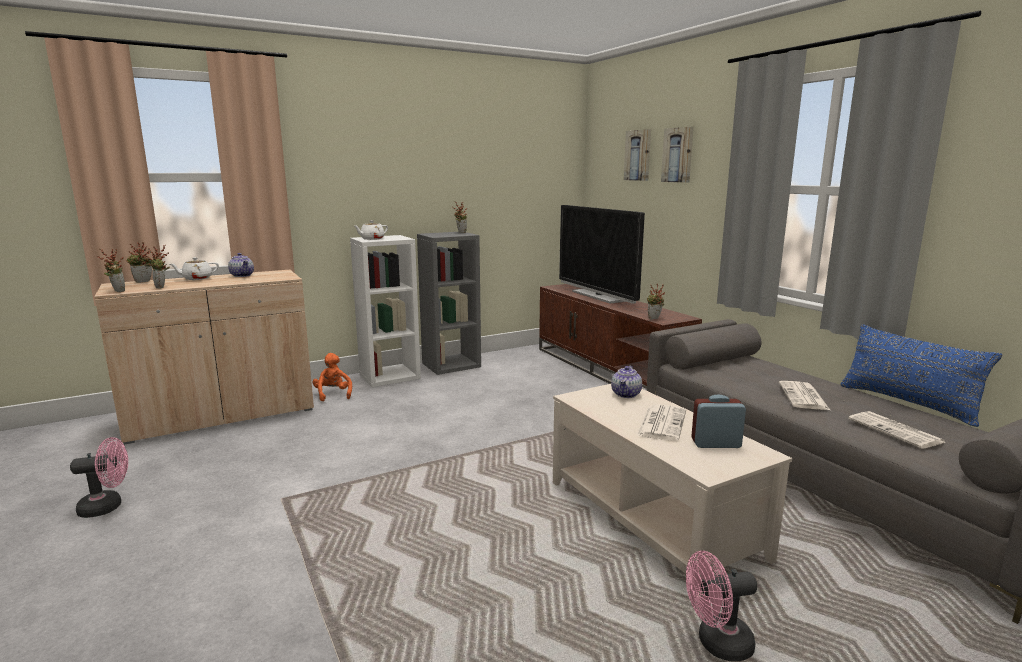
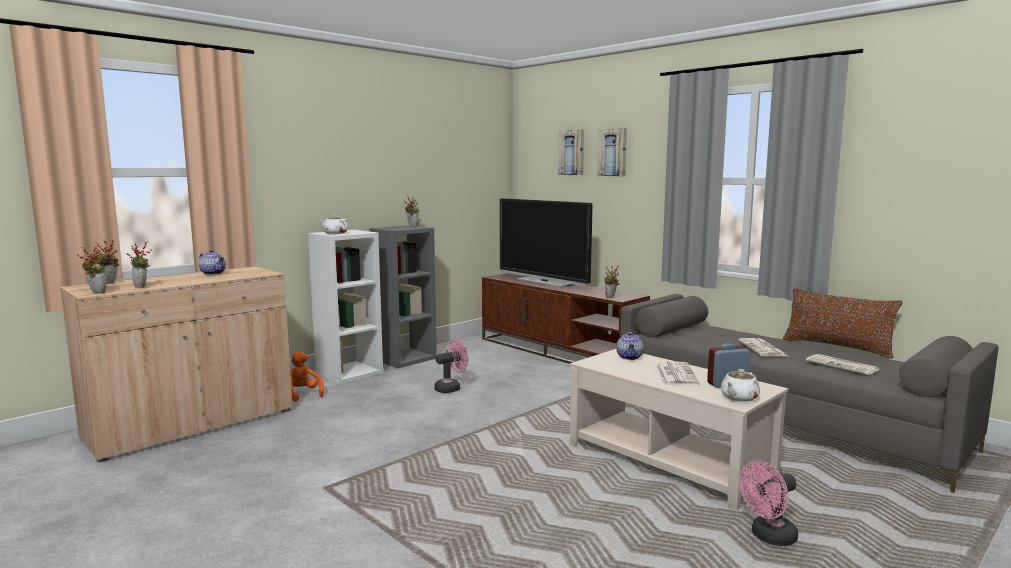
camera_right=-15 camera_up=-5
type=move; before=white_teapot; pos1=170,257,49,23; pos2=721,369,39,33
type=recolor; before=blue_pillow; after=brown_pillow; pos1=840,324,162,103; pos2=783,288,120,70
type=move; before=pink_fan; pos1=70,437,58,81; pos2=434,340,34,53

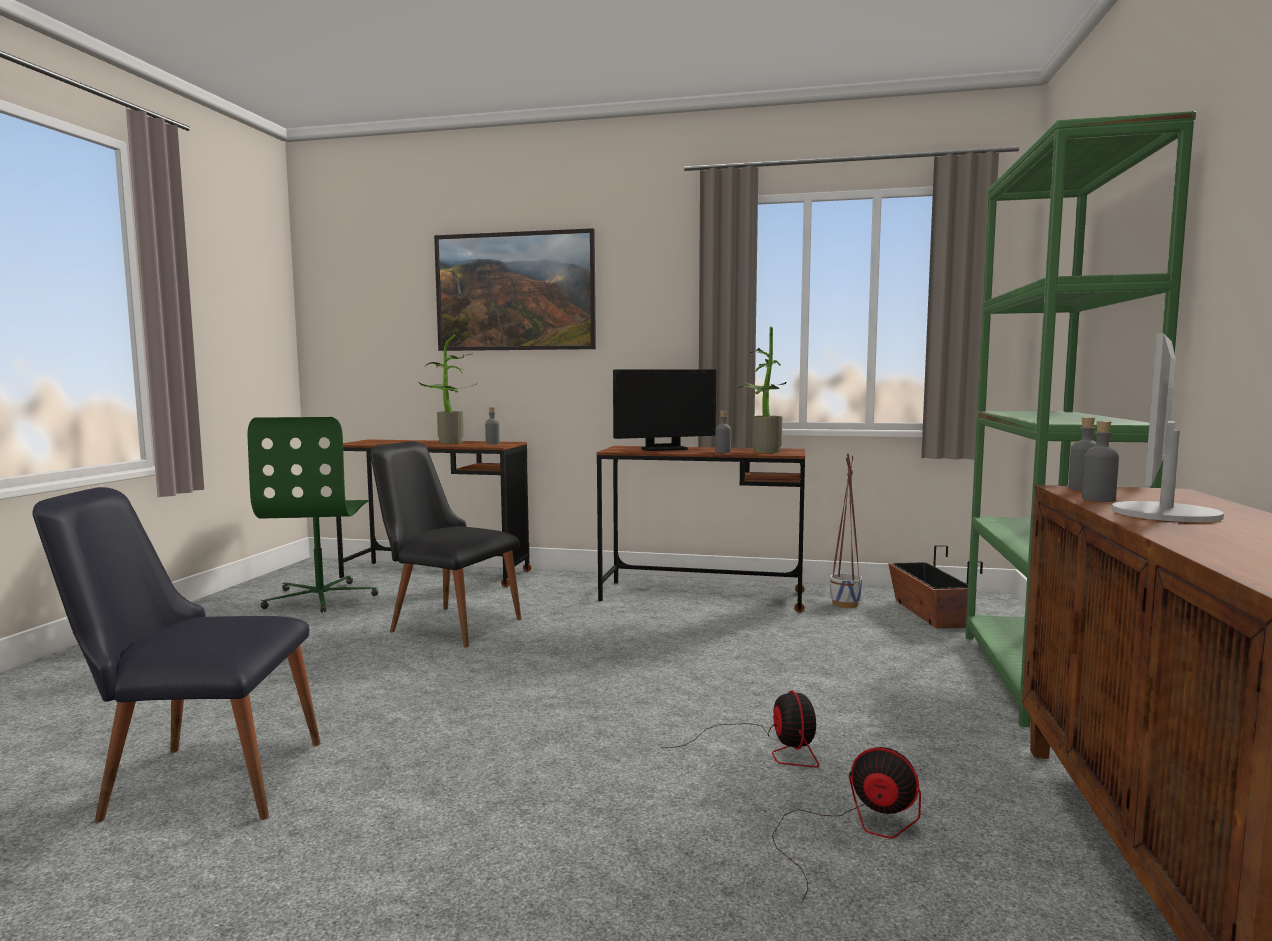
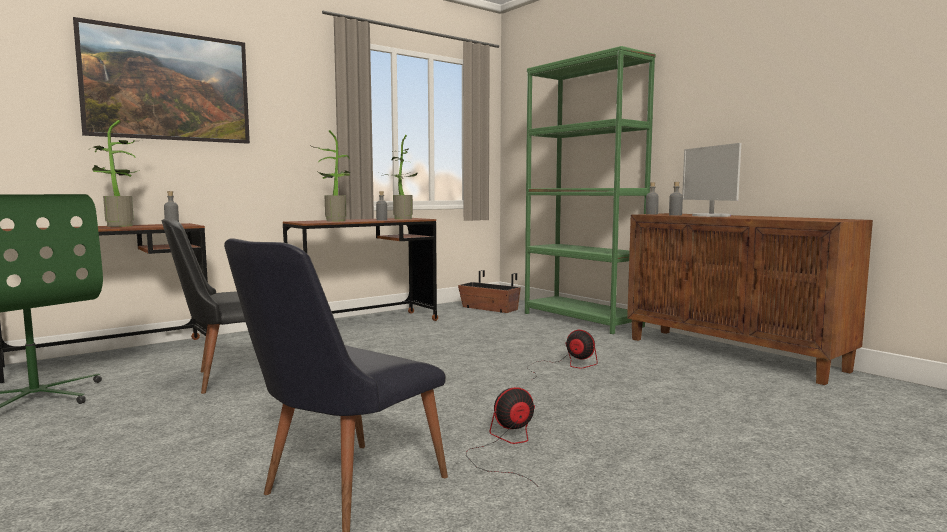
camera_right=-50 camera_up=0
type=replace; before=monitor; after=potted_plant; pos1=613,369,103,82; pos2=311,130,40,91
type=delete; before=planter; pos1=830,454,32,154
type=move; before=fan; pos1=772,747,149,156; pos2=466,387,70,98

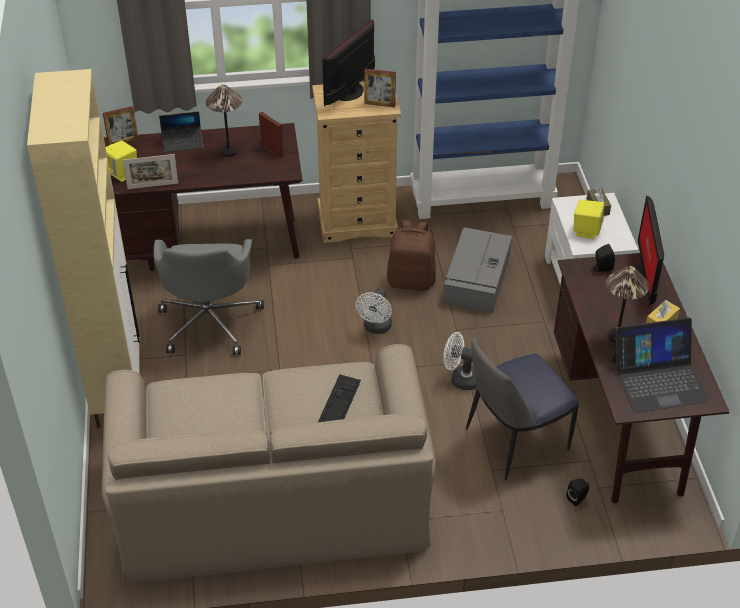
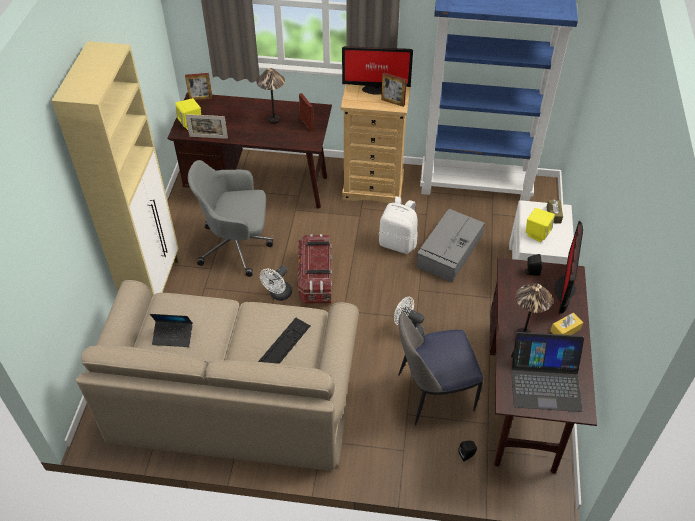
camera_right=15 camera_up=5
type=rotate; before=monitor; pos1=322,19,53,87; pos2=342,46,71,49; turn=-135
type=move; before=laptop; pos1=159,111,44,41; pos2=150,314,43,33
type=recolor; before=brown_backpack; after=white_backpack; pos1=387,220,49,71; pos2=379,196,39,58
type=rotate; before=grey_office_chair; pos1=154,239,110,116; pos2=188,160,85,117; turn=75
type=move; before=white_fan; pos1=355,288,37,46; pos2=260,265,32,36
type=insert; after=storage_box; pos2=297,234,35,70

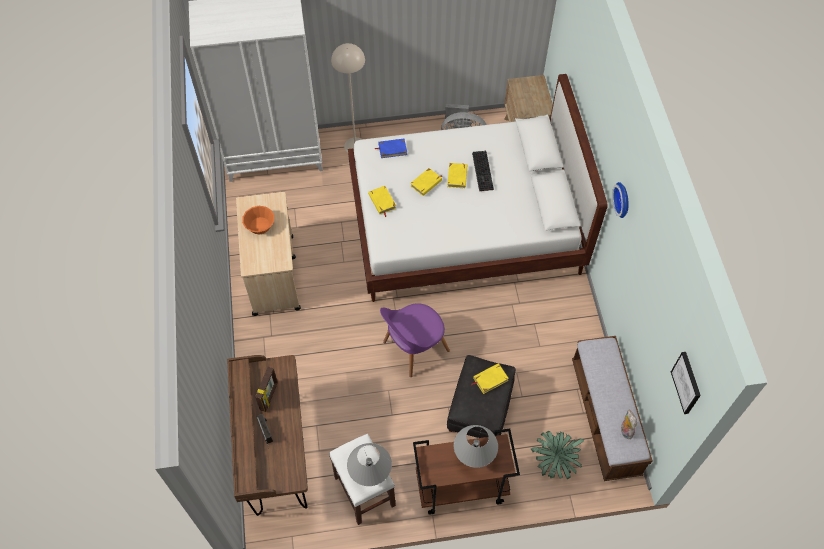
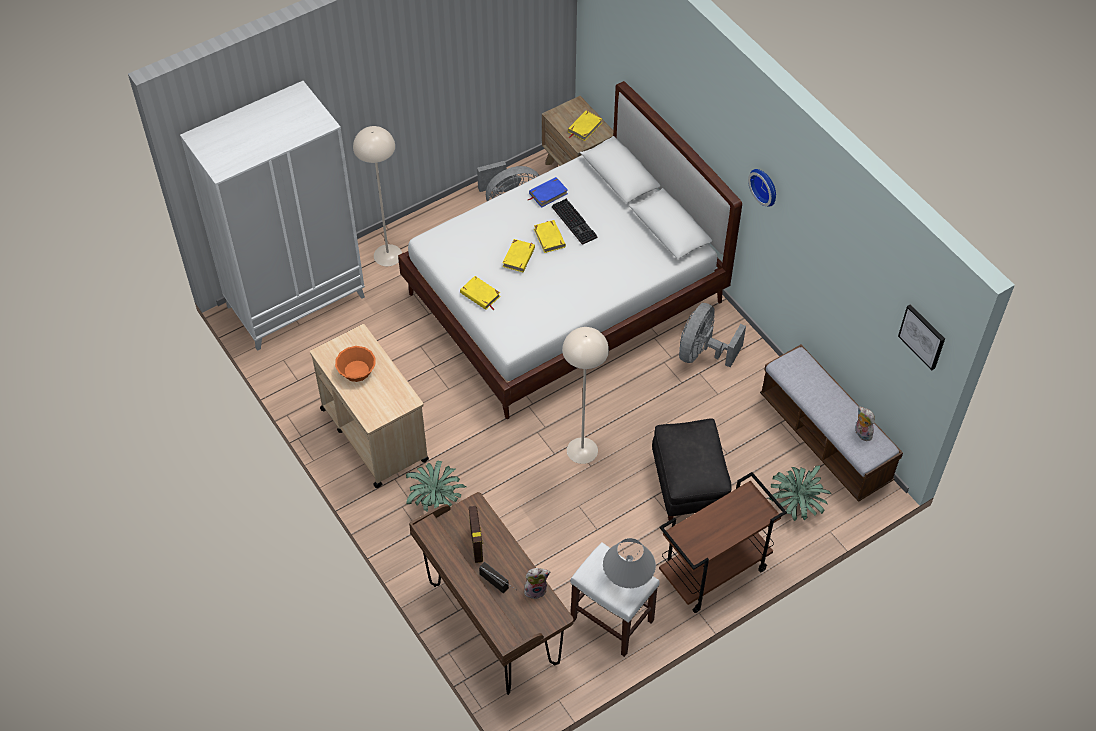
camera_right=-25 camera_up=-5
type=move; before=blue_book; pos1=375,139,32,19; pos2=527,177,41,31
type=replace; before=purple_chair; after=beige_floor_lamp; pos1=380,303,70,74; pos2=562,327,47,137
type=move; before=yellow_book; pos1=472,363,37,31; pos2=568,111,34,30
type=delete; before=grey_table_lamp; pos1=454,425,44,43
type=insert; after=grey_fan; pos2=679,303,67,65
type=insert; after=potted_plant; pos2=406,460,60,52
type=insert; after=plush_toy; pos2=524,568,27,31

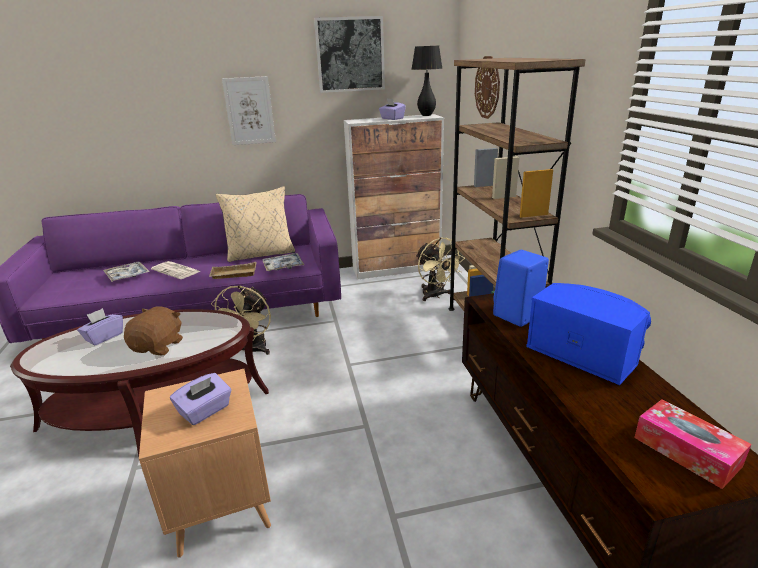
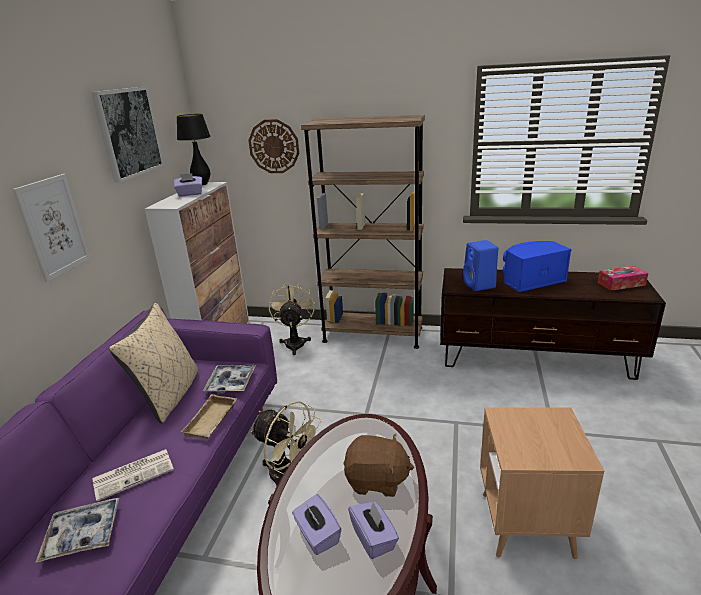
camera_right=-65 camera_up=0
type=rotate; before=beige_fan; pos1=416,237,49,64; pos2=269,283,46,72; turn=-90
type=rotate; before=brown_plush_toy; pos1=124,306,59,50; pos2=343,434,71,63; turn=150
type=move; before=purple_tissue_box; pos1=170,373,61,52; pos2=348,501,51,58

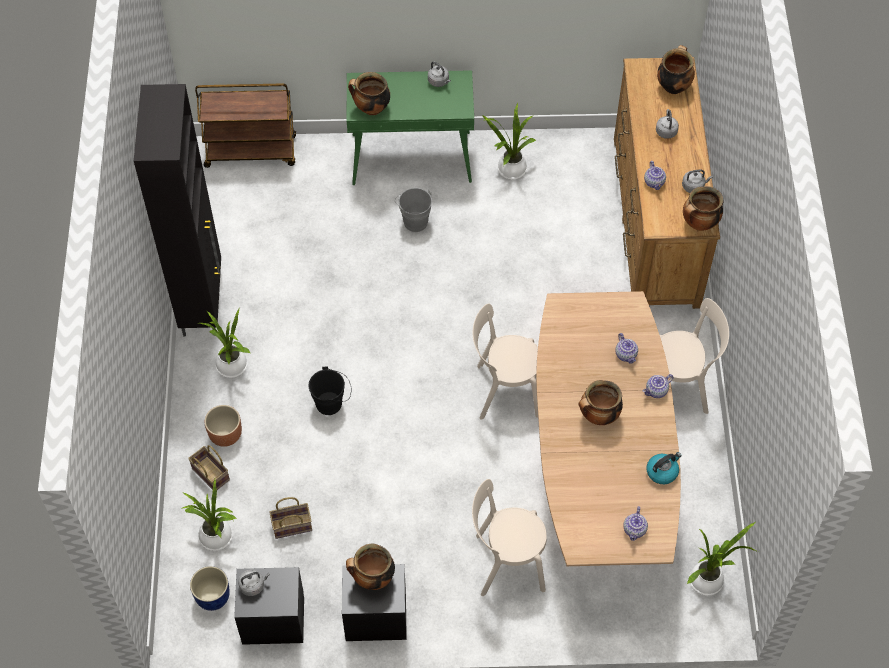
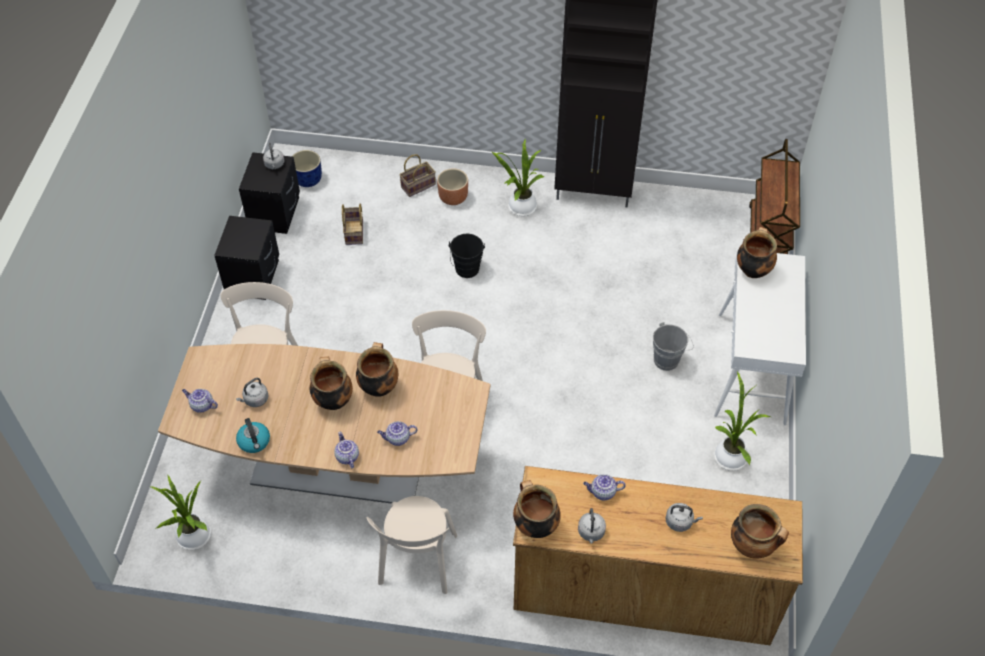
camera_right=100 camera_up=-5
type=move; before=grey_kettle; pos1=428,62,23,25; pos2=236,378,32,29
type=recolor; before=green_console_table; after=white_console_table; pos1=346,70,128,115; pos2=714,252,92,173
type=delete; before=potted_plant; pos1=181,479,56,72
type=move; before=cooking_pot; pos1=346,544,49,46; pos2=356,342,42,55

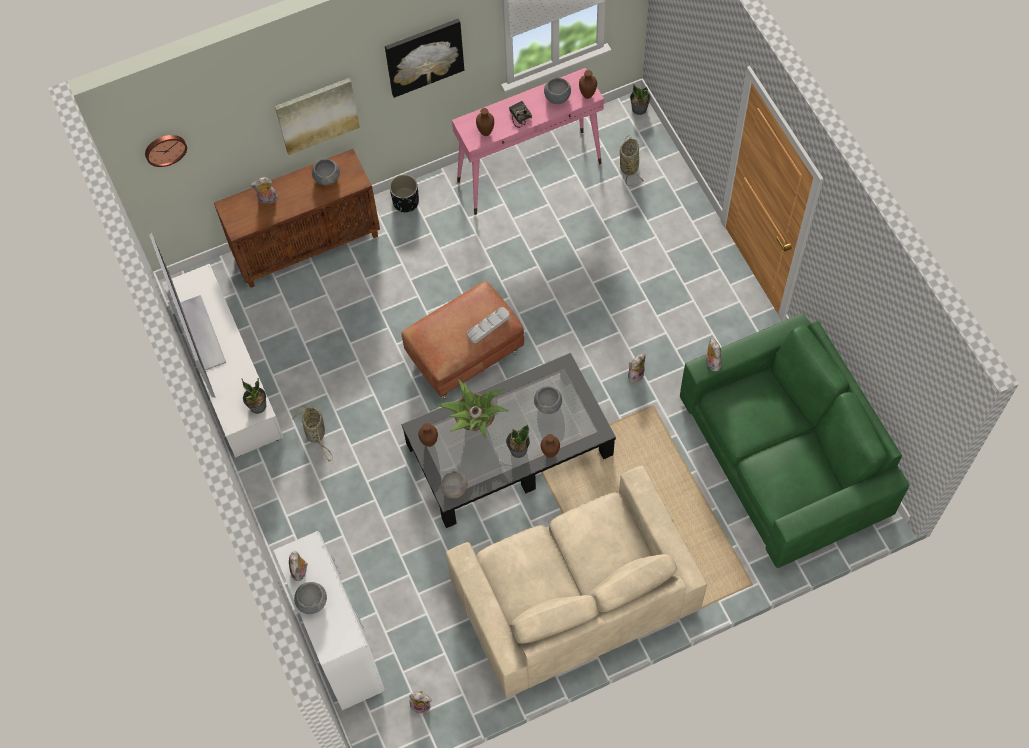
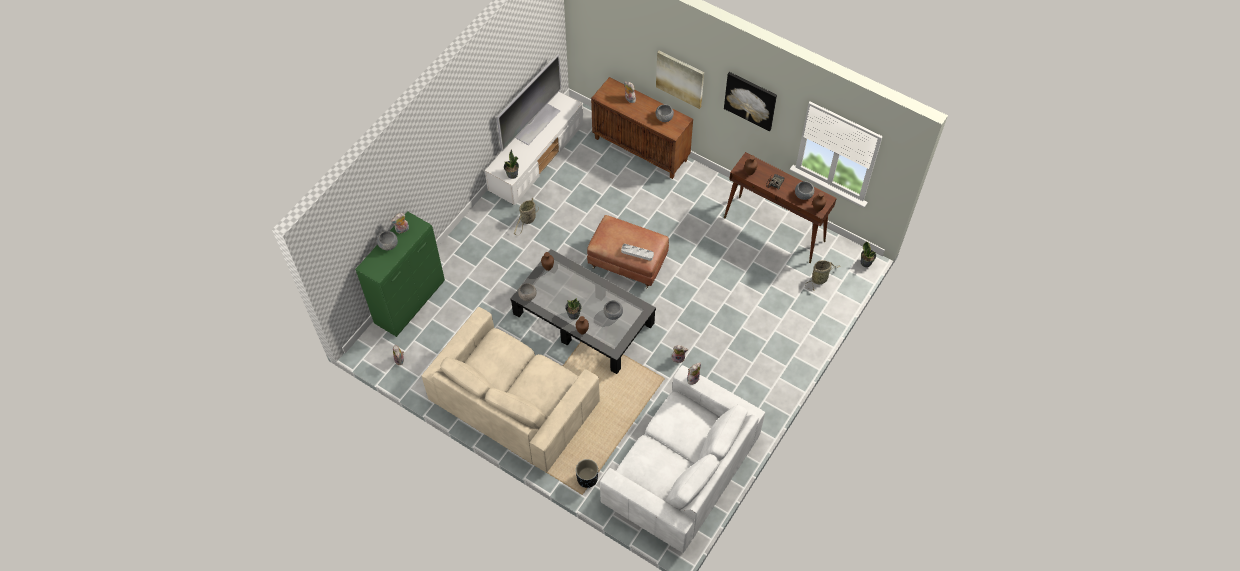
camera_right=55 camera_up=-5
type=recolor; before=pink_console_table; after=brown_console_table; pos1=452,68,152,147; pos2=724,152,113,111
type=delete; before=wall_clock; pos1=145,135,42,32
type=move; before=black_planter; pos1=389,175,30,37; pos2=576,459,22,29
type=recolor; before=green_sofa; after=white_sofa; pos1=680,313,229,255; pos2=600,365,165,188
type=delete; before=potted_plant; pos1=435,379,74,59
type=recolor; before=white_cabinet; after=green_cabinet; pos1=273,531,112,179; pos2=355,211,90,126

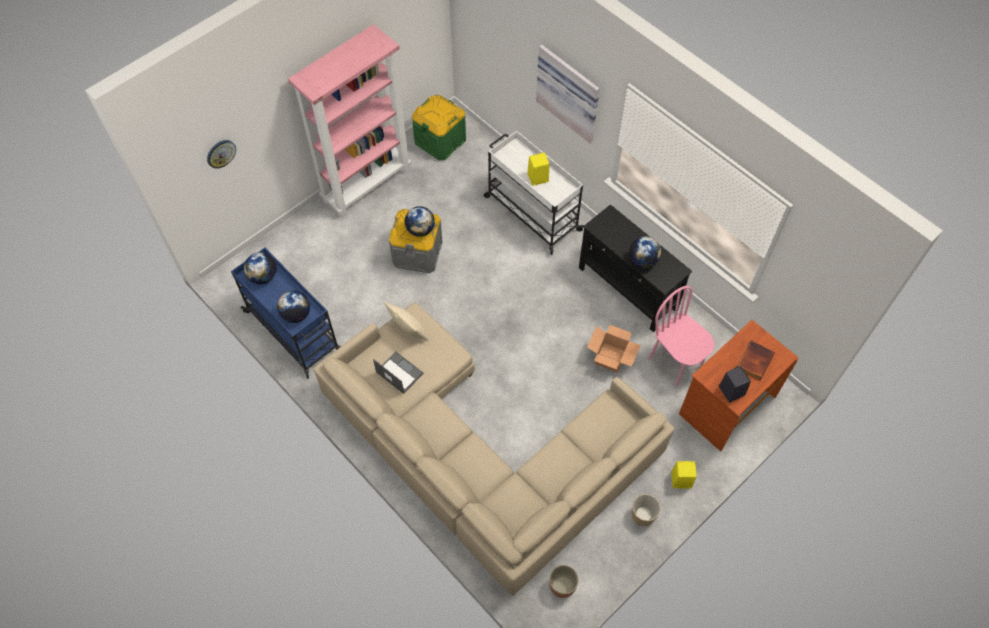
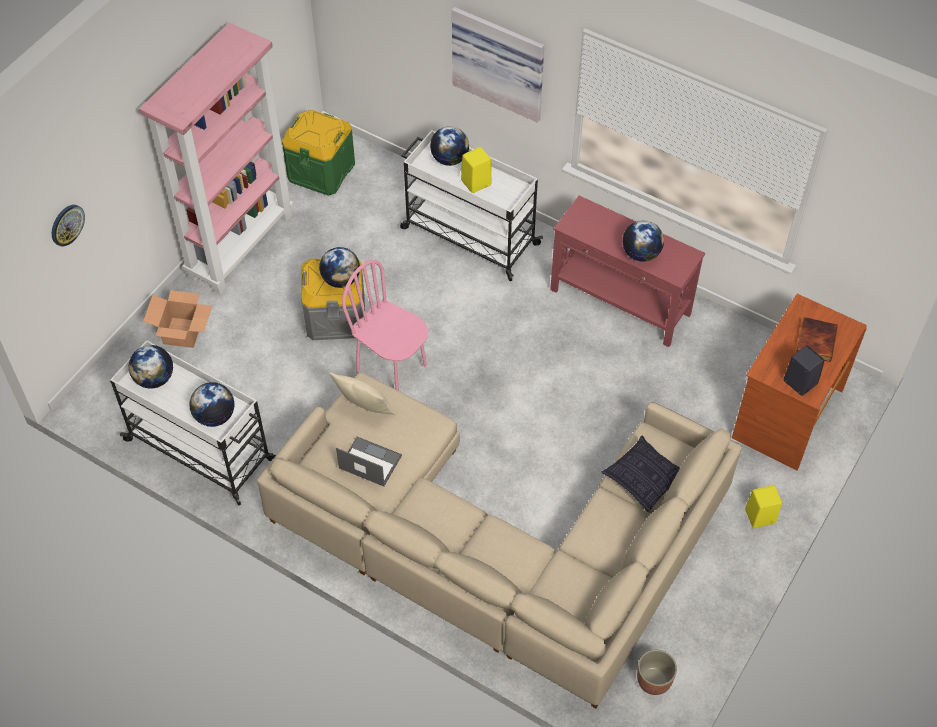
camera_right=-15 camera_up=-5
type=recolor; before=black_console_table; after=red_console_table; pos1=579,204,113,128; pos2=550,196,155,151
type=recolor; before=blue_cart; after=white_cart; pos1=231,248,110,131; pos2=110,340,166,165
type=move; before=pink_chair; pos1=648,286,67,101; pos2=342,260,86,131
type=move; before=cardboard_box; pos1=587,325,54,48; pos2=143,290,69,58
type=delete; before=planter; pos1=632,494,29,32
type=insert; after=globe; pos2=430,126,39,40
type=insert; after=pillow; pos2=602,436,78,76

